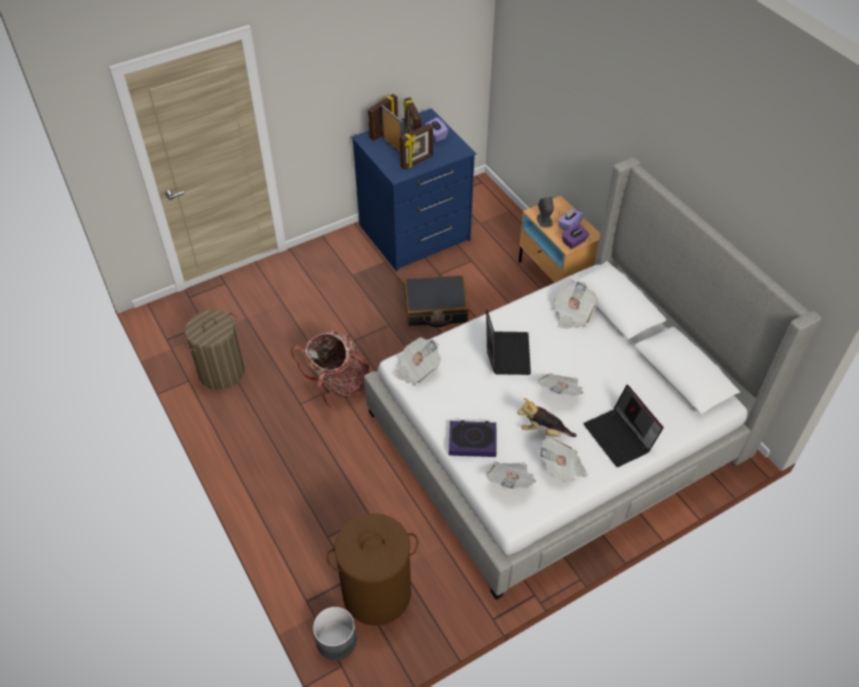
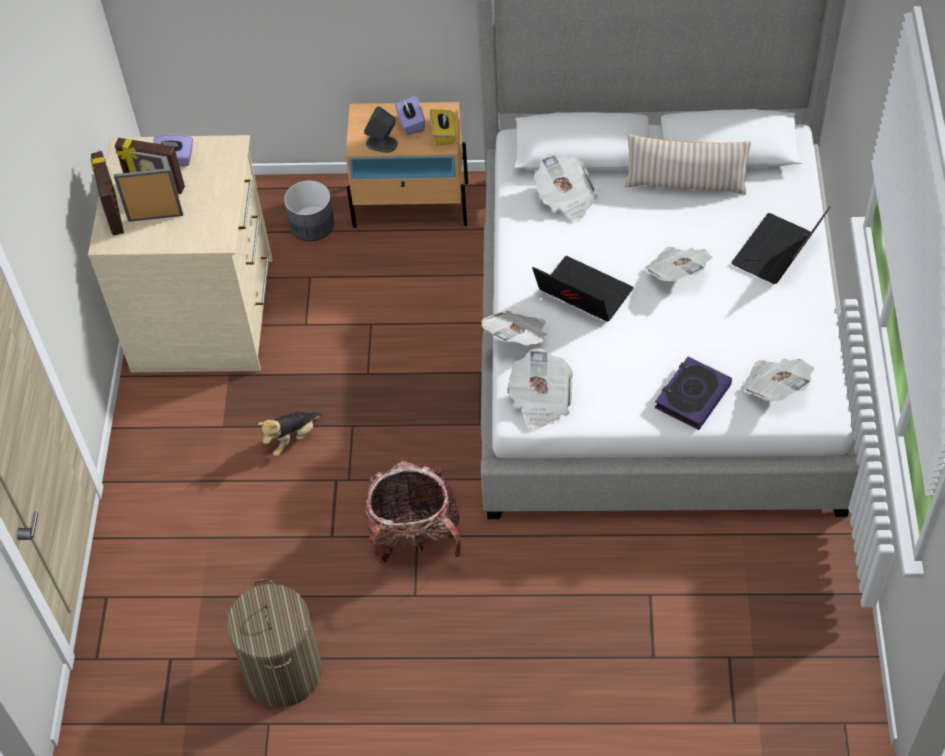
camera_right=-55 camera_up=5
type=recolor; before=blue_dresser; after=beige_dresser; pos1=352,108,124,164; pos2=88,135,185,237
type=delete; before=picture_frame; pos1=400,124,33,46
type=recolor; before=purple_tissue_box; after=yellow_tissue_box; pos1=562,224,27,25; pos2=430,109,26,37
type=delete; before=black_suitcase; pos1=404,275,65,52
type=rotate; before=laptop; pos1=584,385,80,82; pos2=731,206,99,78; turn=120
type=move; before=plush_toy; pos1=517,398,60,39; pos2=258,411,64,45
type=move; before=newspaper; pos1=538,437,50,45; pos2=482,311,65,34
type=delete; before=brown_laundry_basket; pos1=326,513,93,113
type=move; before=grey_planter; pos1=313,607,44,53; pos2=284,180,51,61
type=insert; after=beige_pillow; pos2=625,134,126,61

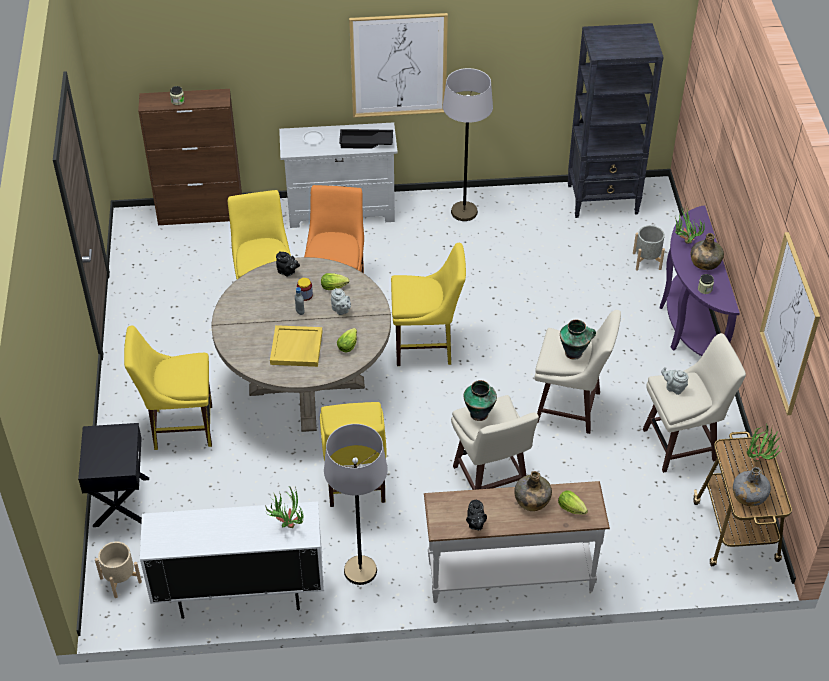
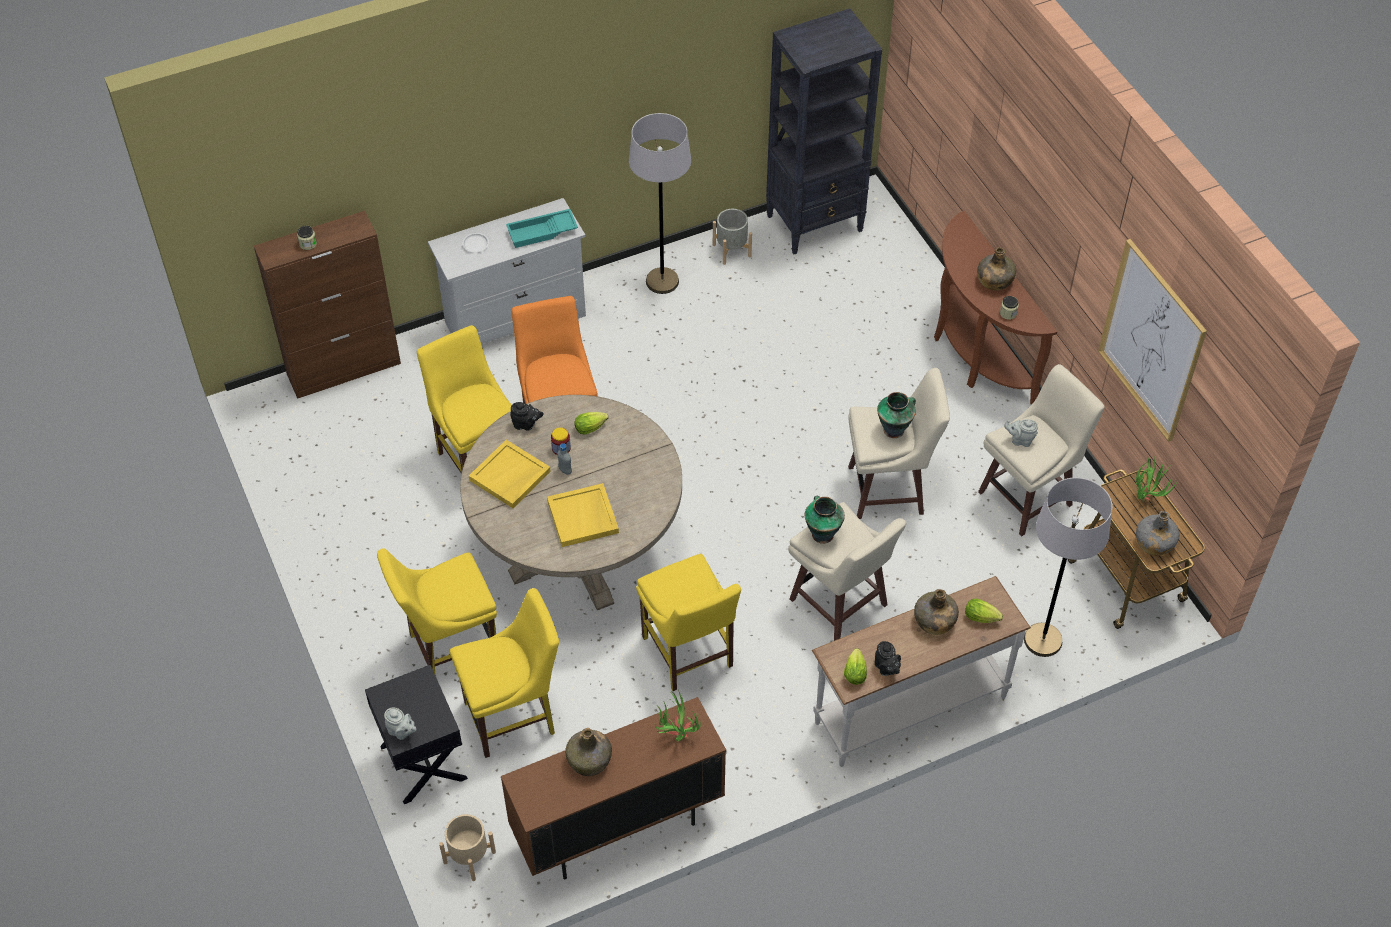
camera_right=-20 camera_up=5
type=delete; before=picture; pos1=349,13,99,105
type=recolor; before=black_tray; after=turquoise_tray; pos1=339,129,54,20; pos2=506,209,72,39
type=recolor; before=purple_console_table; after=brown_console_table; pos1=660,206,80,150; pos2=934,211,123,194
type=delete; before=potted_plant; pos1=674,206,31,38
type=move; before=grey_planter; pos1=633,225,32,45; pos2=713,209,39,56
type=move; before=yellow_chair; pos1=391,243,75,123; pos2=450,588,109,170
type=move; before=grey_teapot; pos1=331,288,20,27; pos2=384,707,33,33
type=move; before=lettuce; pos1=337,328,20,24; pos2=844,648,23,37
type=move; before=grey_floor_lamp; pos1=324,424,64,161; pos2=1024,477,88,180
type=recolor; before=white_cabinet; after=brown_cabinet; pos1=140,502,184,117; pos2=501,697,225,183
type=insert; after=yellow_tray; pos2=469,440,82,68
type=insert; after=green_bottle; pos2=565,728,47,48

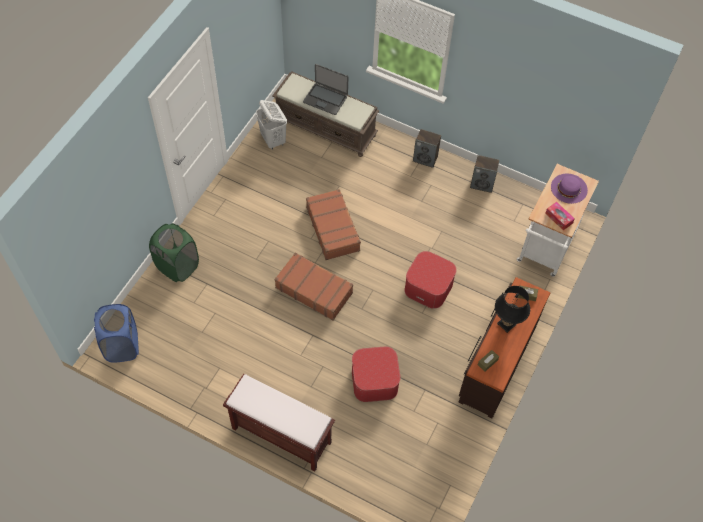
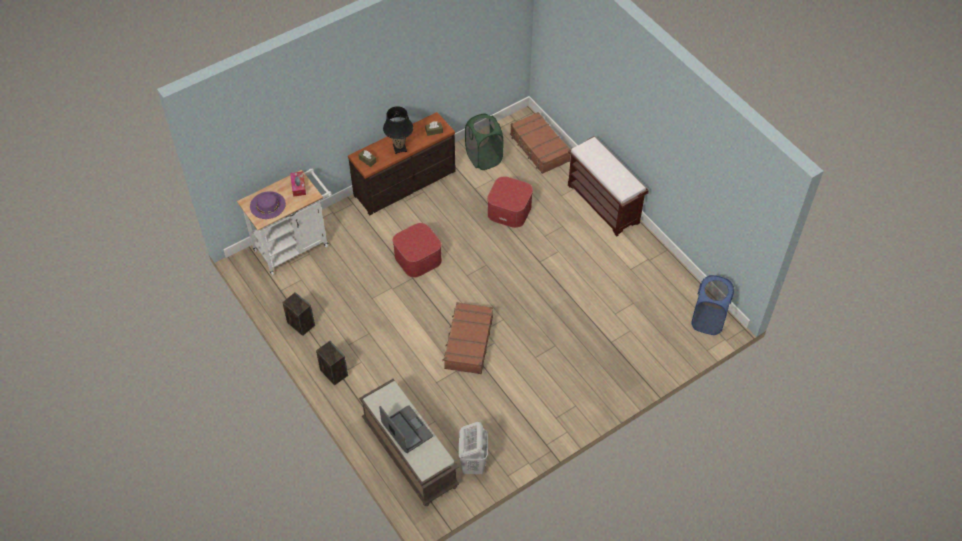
camera_right=-150 camera_up=-5
type=move; before=green_laundry_basket; pos1=149,223,50,59; pos2=465,114,38,56
type=move; before=brown_suitcase; pos1=274,253,79,67; pos2=510,112,60,62

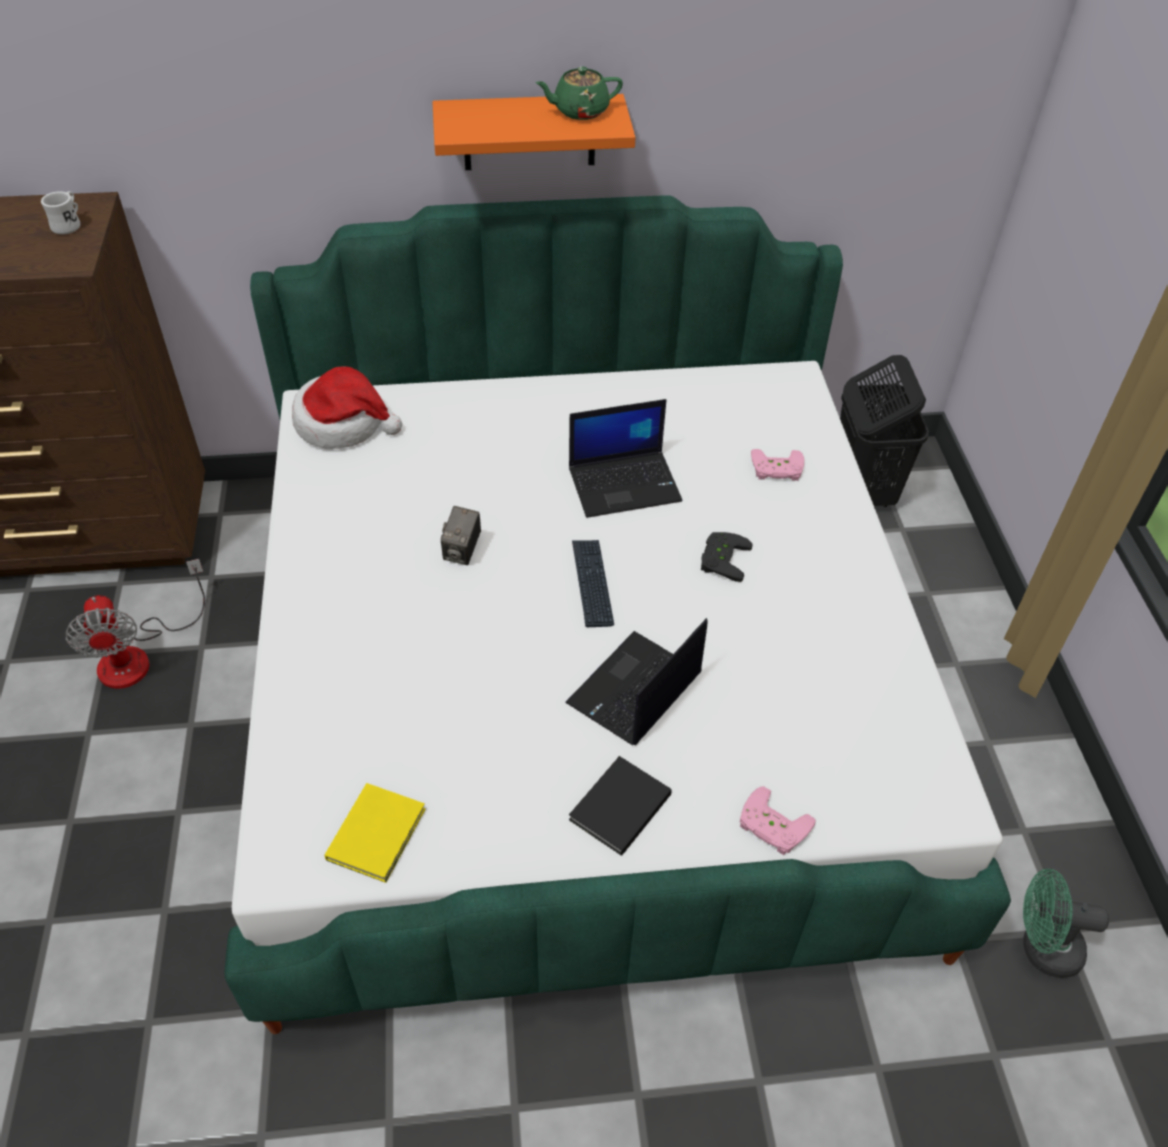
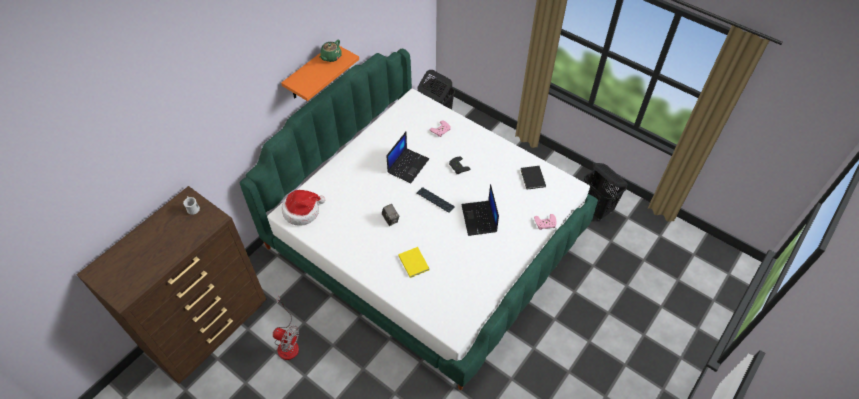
camera_right=-45 camera_up=5
type=move; before=black_book; pos1=569,756,103,100; pos2=521,166,25,24
type=move; before=yellow_book; pos1=324,783,101,100; pos2=399,247,30,31
type=replace; before=green_fan; after=black_laundry_basket; pos1=1023,869,86,109; pos2=584,163,44,57

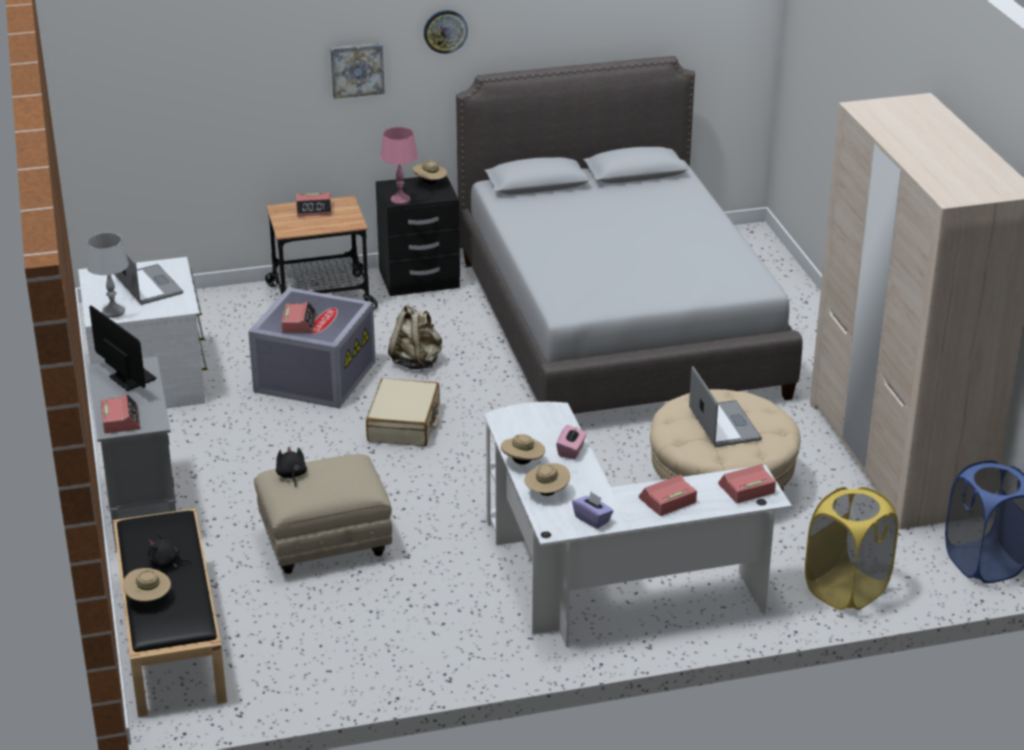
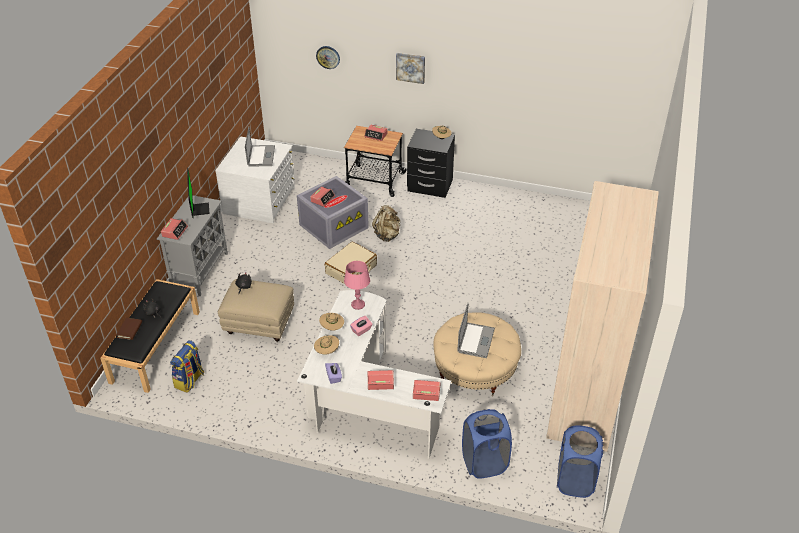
camera_right=30 camera_up=10
type=move; before=wall_clock; pos1=424,10,44,44; pos2=316,46,24,23
type=delete; before=grey_bed; pos1=456,56,346,358
type=move; before=pink_table_lamp; pos1=380,127,38,78; pos2=344,261,26,49
type=delete; before=grey_table_lamp; pos1=86,233,43,85
type=recolor; before=yellow_laundry_basket; after=blue_laundry_basket; pos1=805,487,93,123; pos2=462,409,50,70
type=replace; before=beige_hat; after=brown_book; pos1=123,568,48,34; pos2=117,318,25,22
type=insert; after=backpack; pos2=170,340,34,52

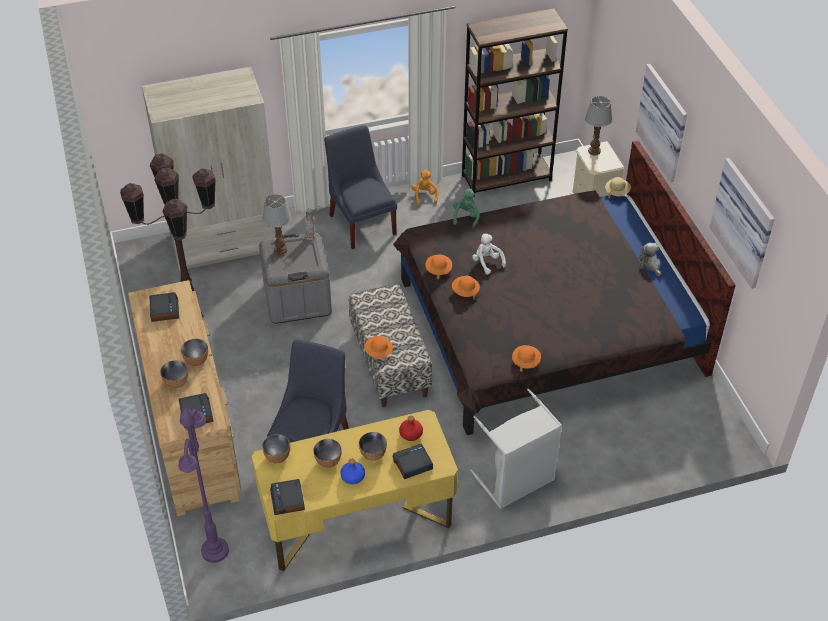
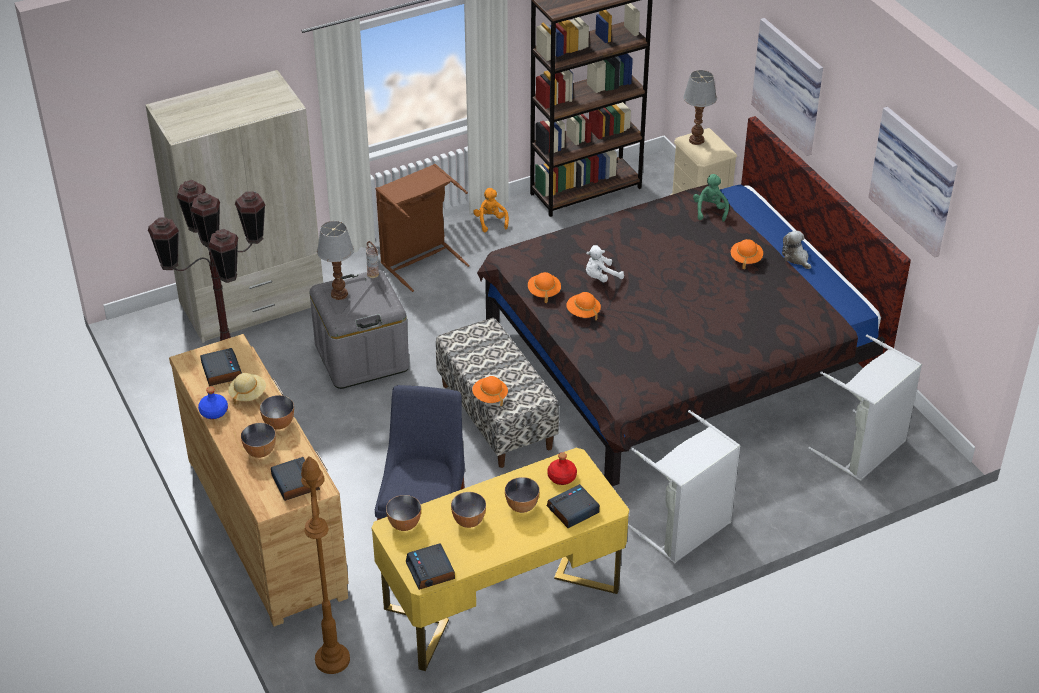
camera_right=-10 camera_up=-5
type=replace; before=blue_chair; after=brown_laundry_basket; pos1=324,125,73,124; pos2=376,163,94,129
type=move; before=beige_hat; pos1=605,177,26,21; pos2=228,373,38,32
type=move; before=green_plush_toy; pos1=453,189,27,39; pos2=693,174,36,48
type=rotate; before=white_plush_toy; pos1=472,233,34,42; pos2=586,245,38,37; turn=-75
type=move; before=orange_hat; pos1=512,345,29,27; pos2=731,239,32,30
type=recolor; before=purple_floor_lamp; after=brown_floor_lamp; pos1=178,408,51,155; pos2=301,456,49,218
type=move; before=blue_bottle; pos1=340,459,25,25; pos2=198,387,30,32
type=insert; after=grey_laundry_basket; pos2=808,334,114,147

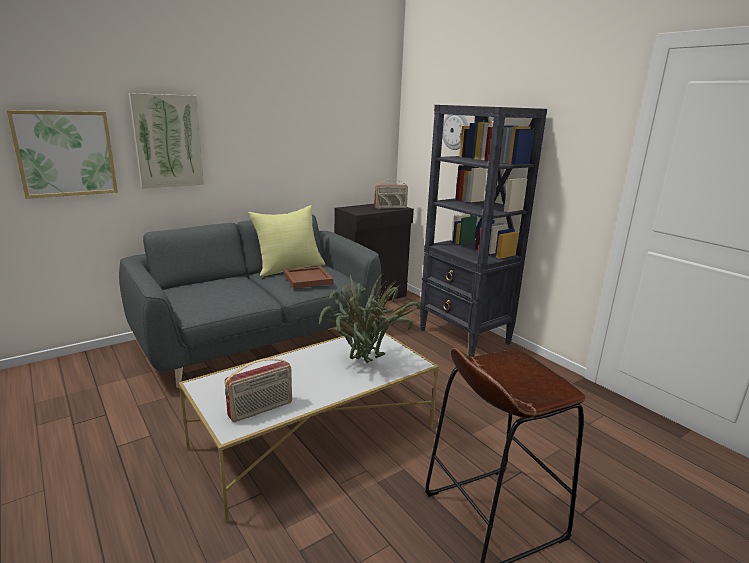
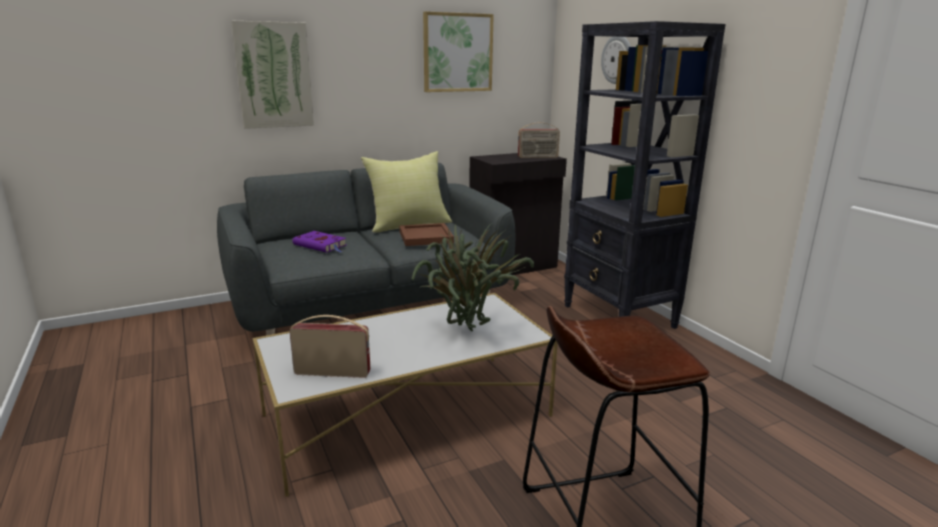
camera_right=10 camera_up=0
type=move; before=picture; pos1=7,110,111,89; pos2=423,11,71,81
type=rotate; before=radio; pos1=225,358,67,64; pos2=290,315,80,63; turn=-150
type=insert; after=purple_book; pos2=293,231,53,22

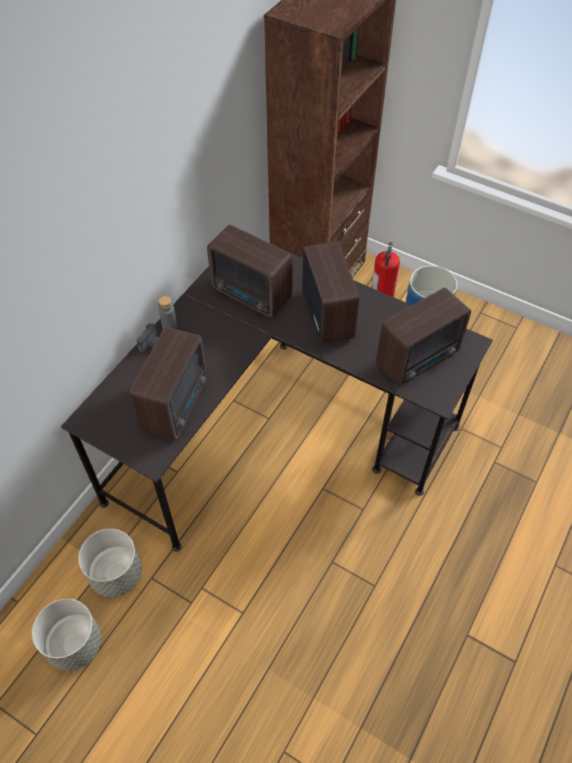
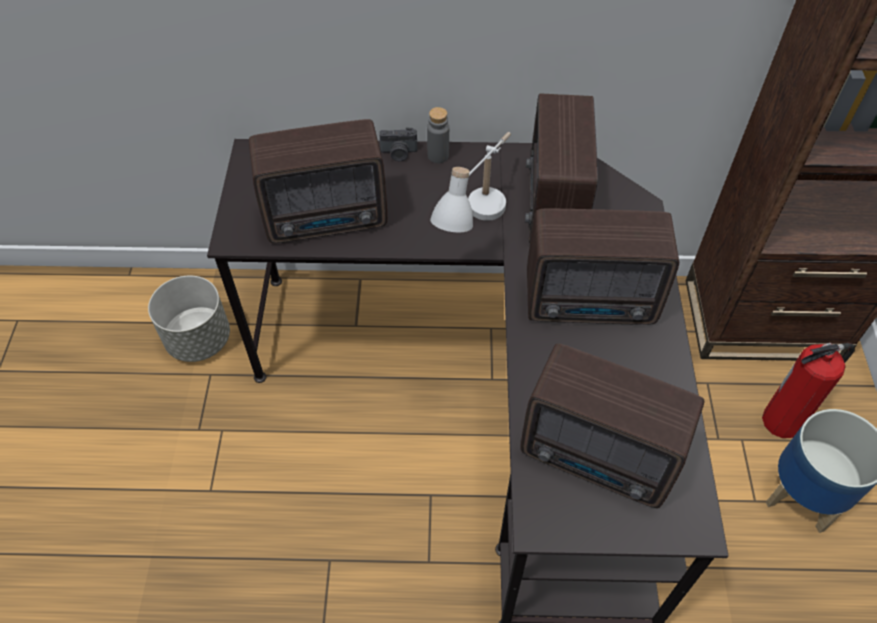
camera_right=60 camera_up=0
type=rotate; before=radio; pos1=302,241,57,103; pos2=527,208,152,117; turn=45
type=delete; before=grey_planter; pos1=32,599,70,72
type=insert; after=white_table_lamp; pos2=430,132,81,101

